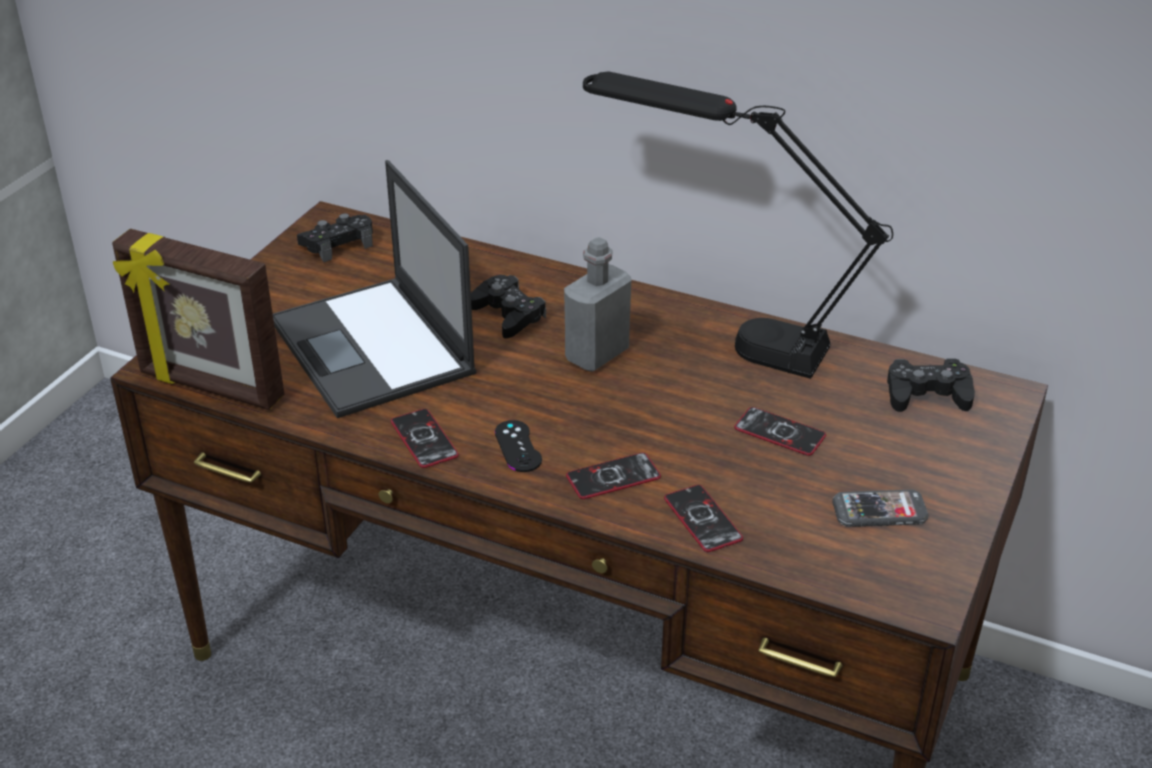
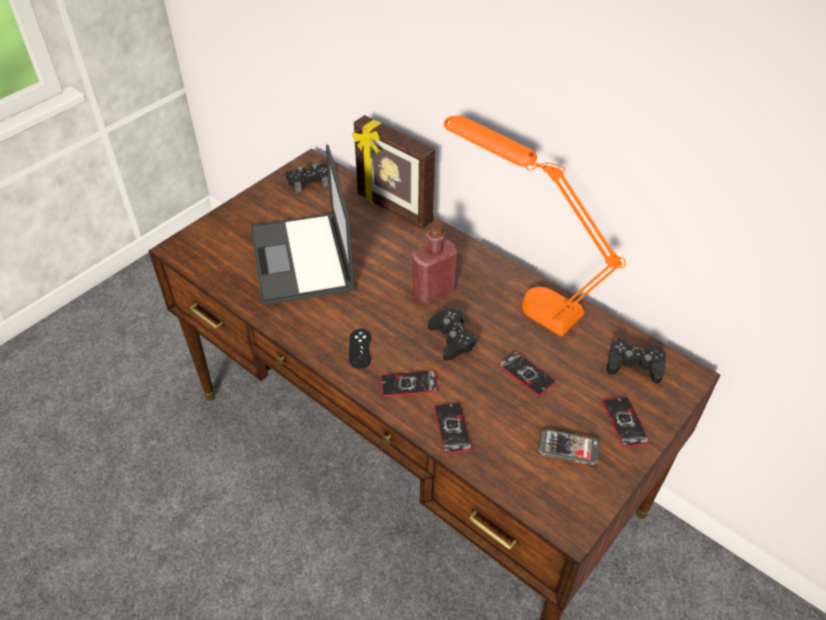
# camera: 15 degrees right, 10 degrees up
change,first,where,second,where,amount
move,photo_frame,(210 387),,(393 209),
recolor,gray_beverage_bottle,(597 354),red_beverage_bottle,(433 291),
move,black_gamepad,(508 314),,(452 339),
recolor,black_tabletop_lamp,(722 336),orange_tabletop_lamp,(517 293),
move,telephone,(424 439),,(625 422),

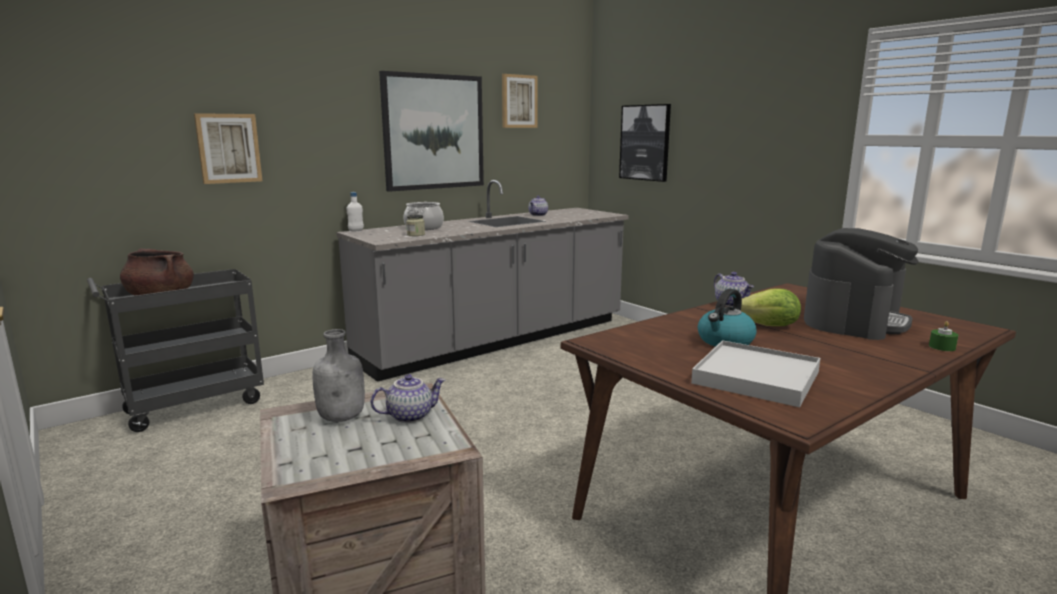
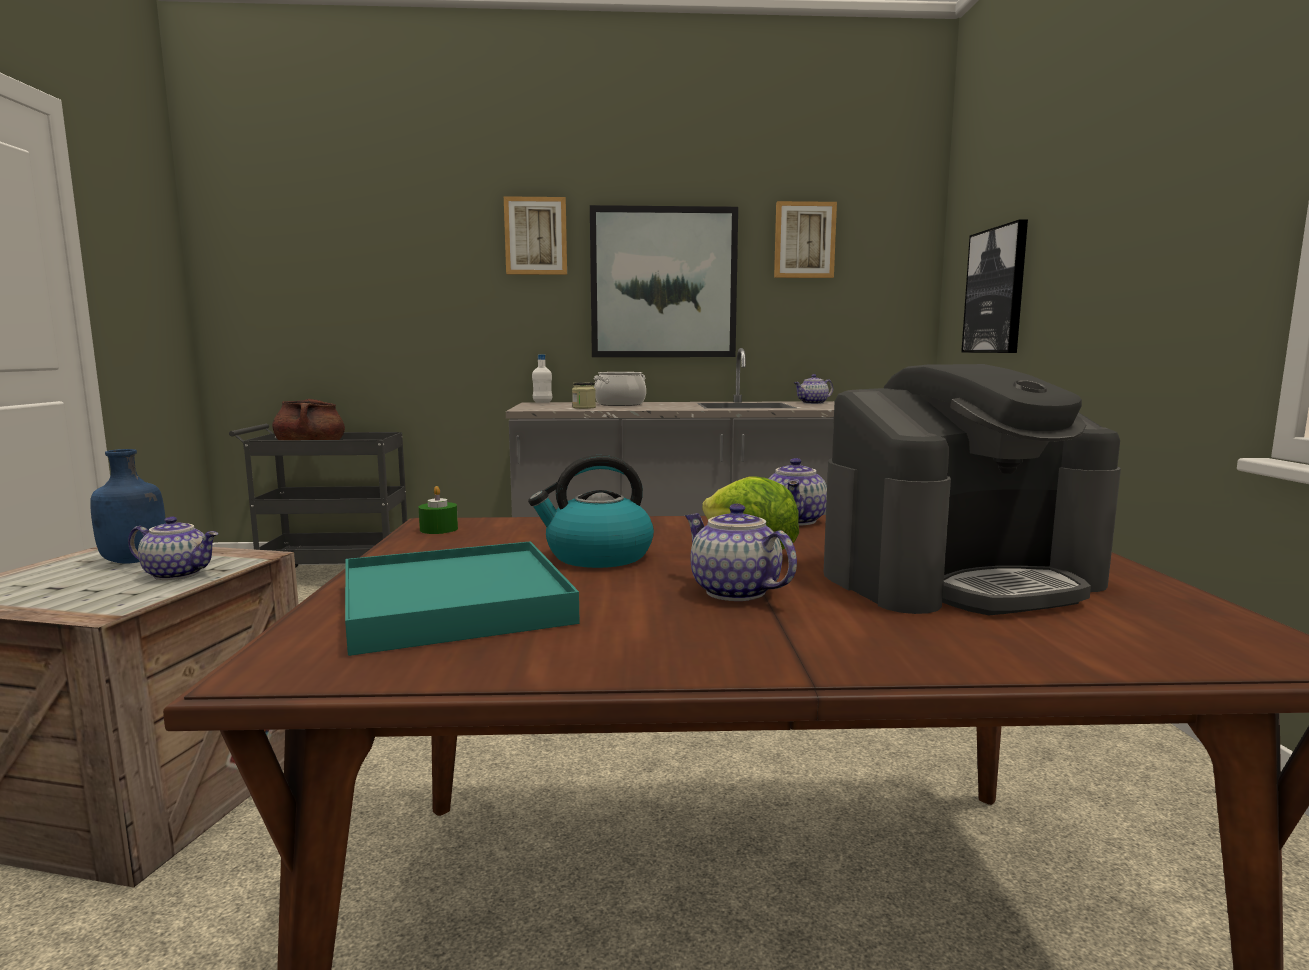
# camera: 35 degrees right, 5 degrees down
change,first,where,second,where,amount
recolor,gray_beverage_bottle,(343 417),blue-coloured_beverage_bottle,(135 561),
recolor,white_carrying_tray,(756 378),turquoise-coloured_carrying_tray,(454 604),
move,green_wax_light,(942 347),,(439 529),
move,wall_art,(228 148),,(536 236),
insert,,,pot_for_tea,(732 592),

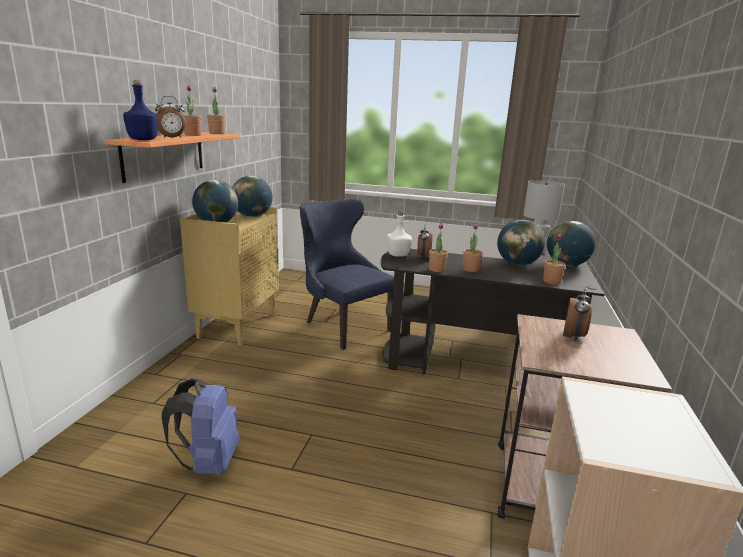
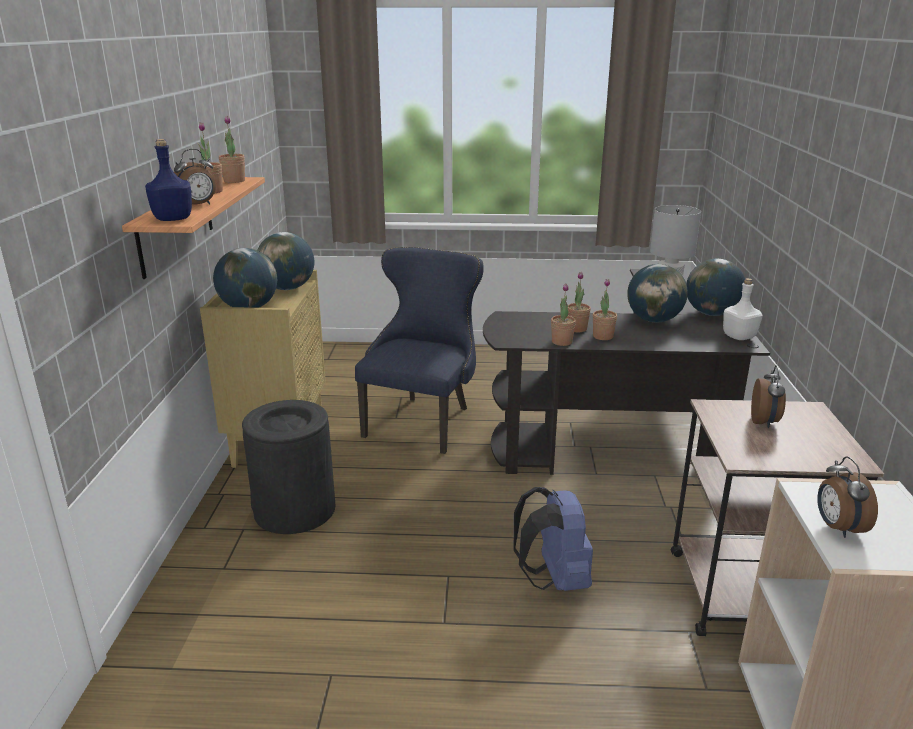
# camera: 10 degrees left, 5 degrees up
change,first,where,second,where,amount
insert,,,black_trash_can,(295 510),
rotate,blue-coloured_upright_chair,(343 326),,(423 421),75 degrees clockwise
move,blue-coloured_knapsack,(208 463),,(554 579),
move,potted_plant,(551 281),,(577 329),
move,white_beverage_bottle,(397 255),,(738 336),
move,alarm_clock,(423 257),,(837 527),

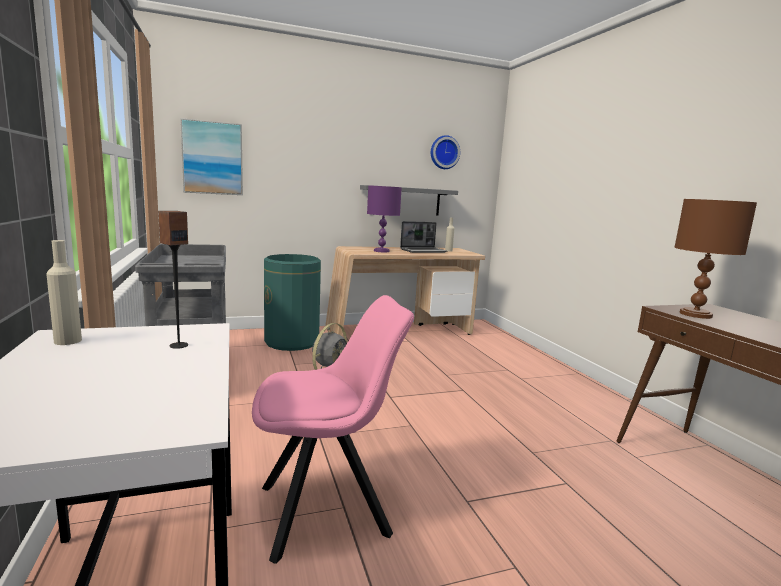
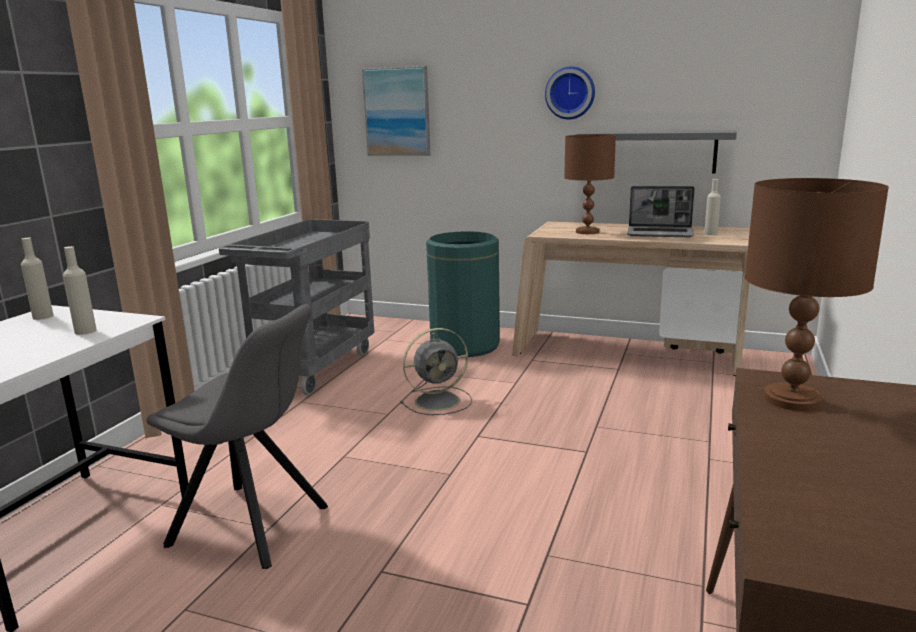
# camera: 40 degrees right, 5 degrees up
change,first,where,second,where,amount
replace,speaker,(178 345),beige-coloured_beverage_bottle,(85 331),
recolor,pink-coloured_upright_chair,(325 511),gray_upright_chair,(251 525),
move,clock_on_the_wall,(444 152),,(570 93),
recolor,purple_tabletop_lamp,(381 251),brown-coloured_tabletop_lamp,(587 232),

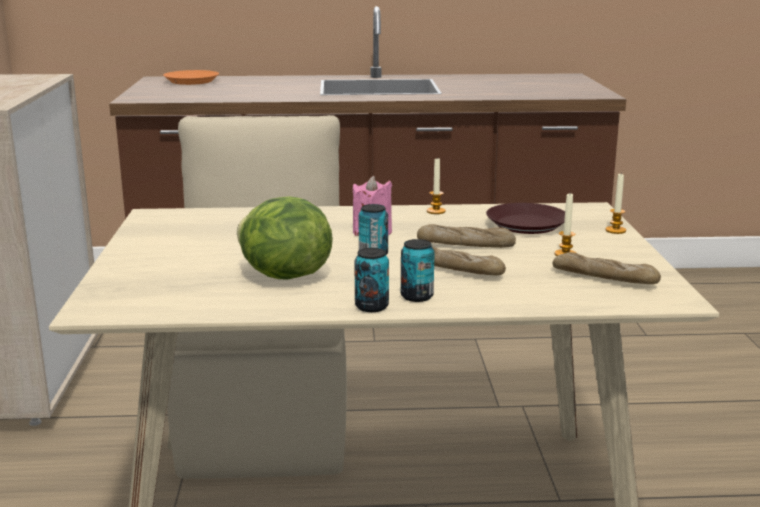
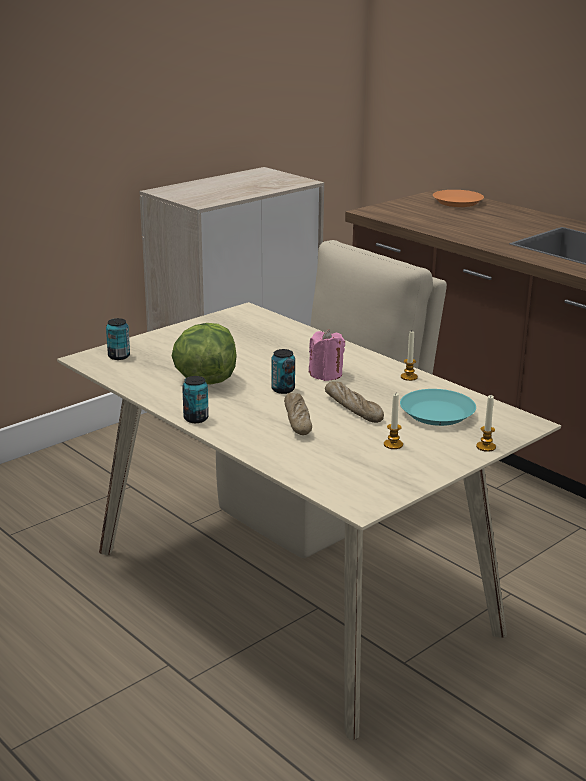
# camera: 50 degrees right, 5 degrees up
change,first,where,second,where,amount
move,can,(417 296),,(119 356),
recolor,brown-coloured_plate,(526 225),turquoise-coloured_plate,(436 413),
delete,bread,(604 278),,,

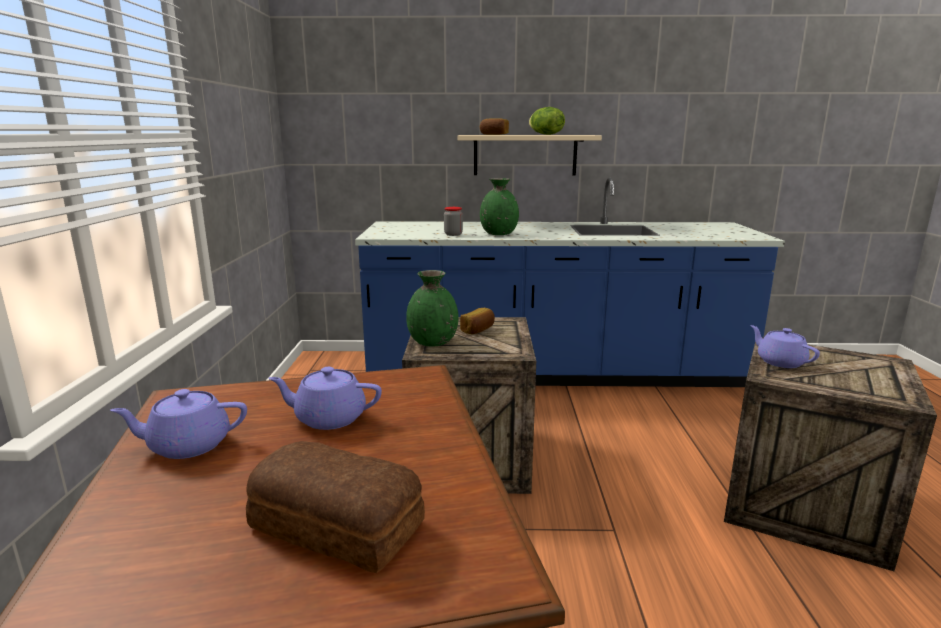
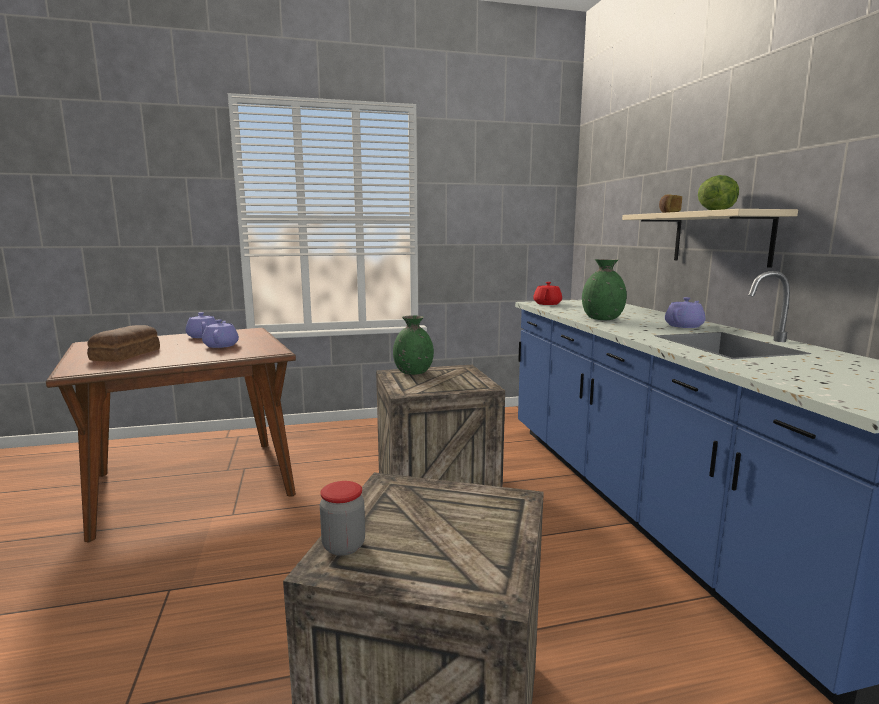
# camera: 75 degrees right, 5 degrees down
change,first,where,second,where,amount
move,storage_jar,(453 234),,(343 546),
insert,,,red_pot_for_tea,(547 304),
move,purple_pot_for_tea,(779 362),,(684 326),
delete,bread,(478 330),,,

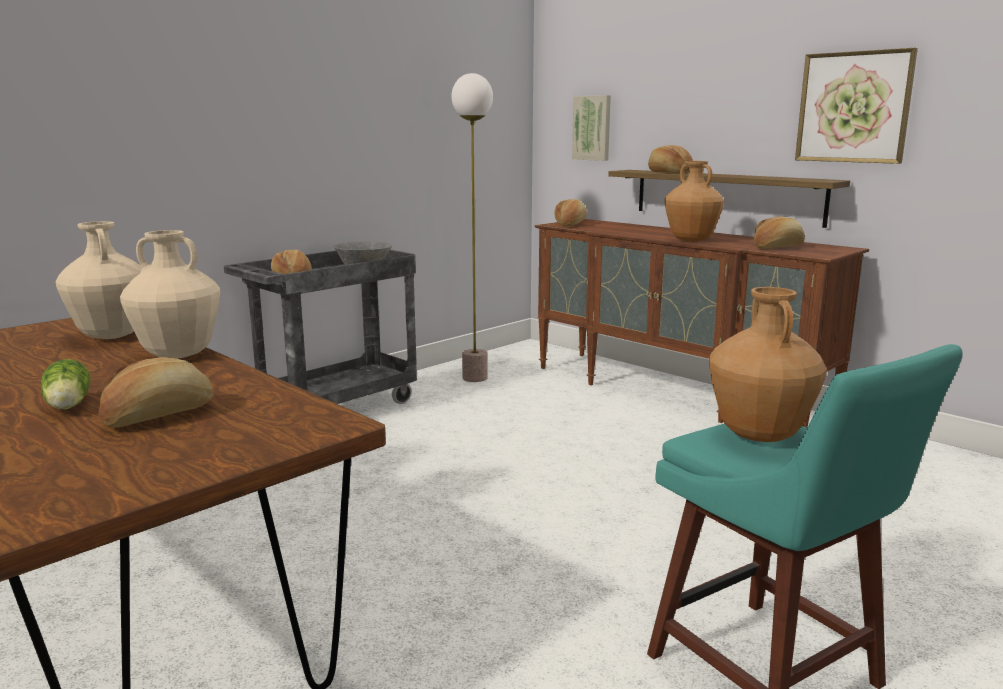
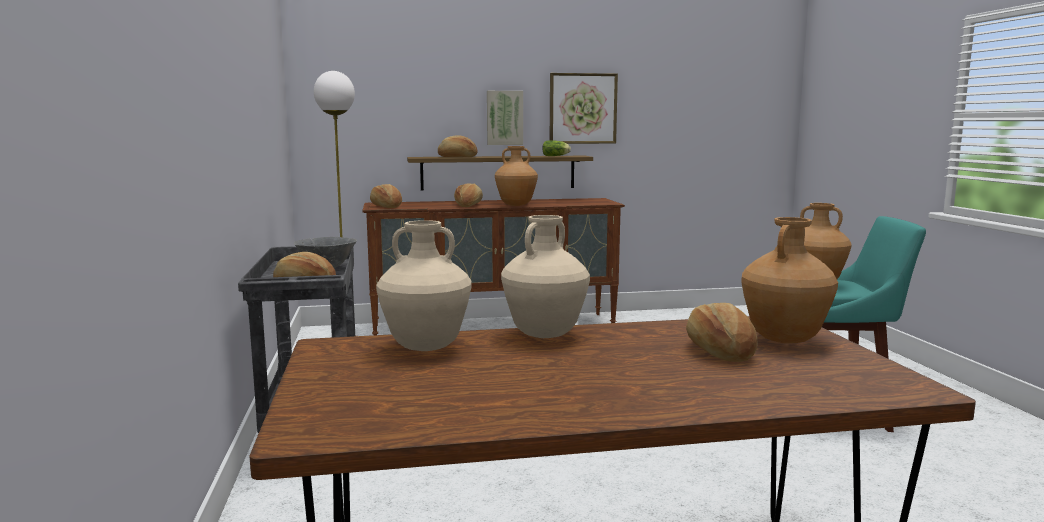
# camera: 55 degrees left, 5 degrees down
change,first,where,second,where,amount
move,bread,(777 247),,(469 205),
move,wall_art,(592 128),,(504 118),
move,head_of_lettuce,(68 406),,(556 156),
insert,,,brown-coloured_vase,(784 339),

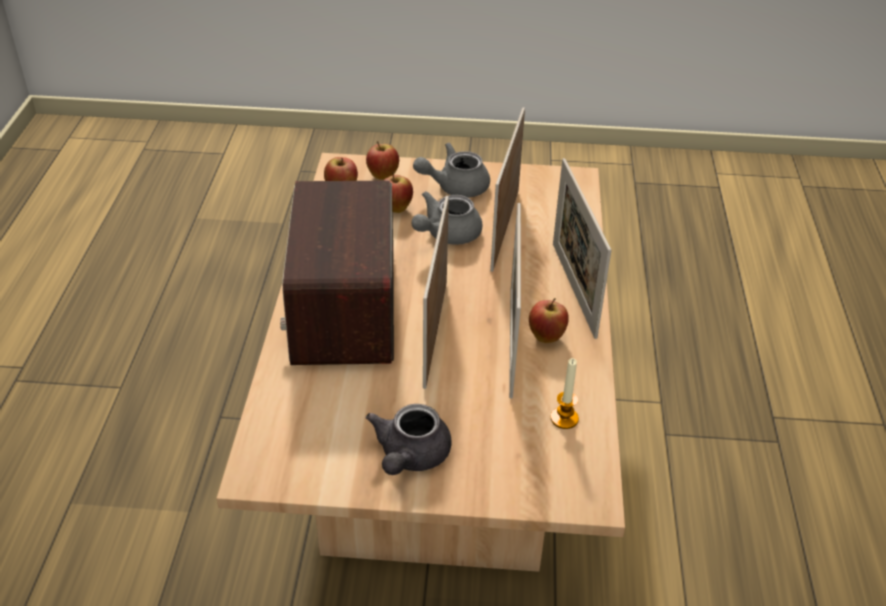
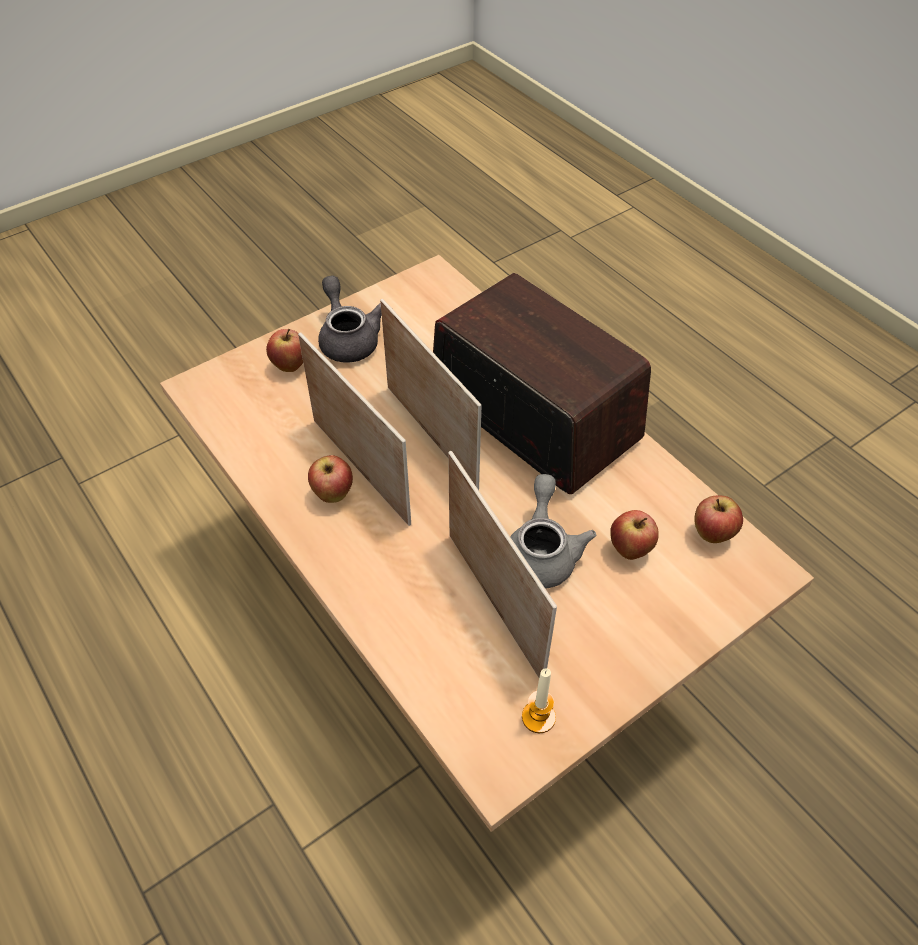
# camera: 140 degrees right, 10 degrees up
change,first,where,second,where,amount
move,whole_apple,(383 176),,(290 366),
move,wax_light,(564 418),,(538 717),
delete,gray_pot_for_tea,(455 187),,,
delete,photo_frame,(573 289),,,

